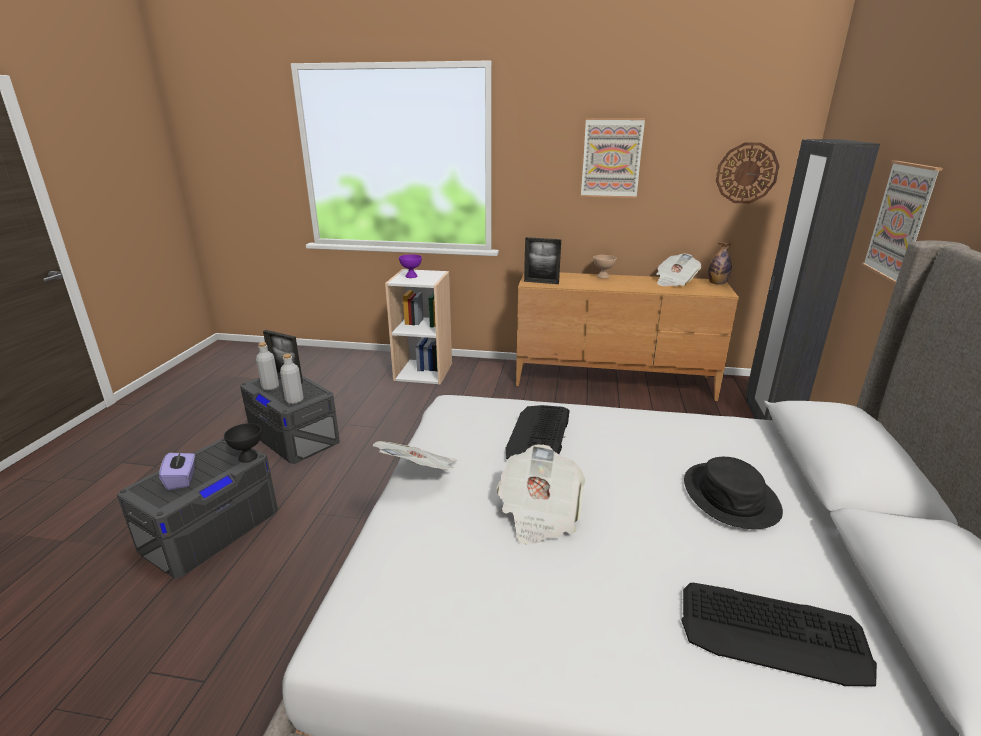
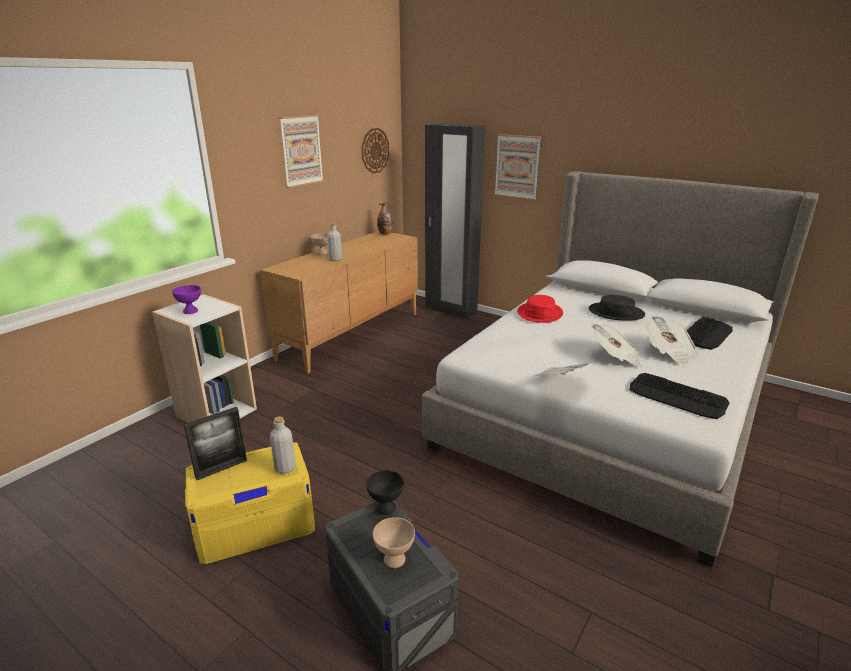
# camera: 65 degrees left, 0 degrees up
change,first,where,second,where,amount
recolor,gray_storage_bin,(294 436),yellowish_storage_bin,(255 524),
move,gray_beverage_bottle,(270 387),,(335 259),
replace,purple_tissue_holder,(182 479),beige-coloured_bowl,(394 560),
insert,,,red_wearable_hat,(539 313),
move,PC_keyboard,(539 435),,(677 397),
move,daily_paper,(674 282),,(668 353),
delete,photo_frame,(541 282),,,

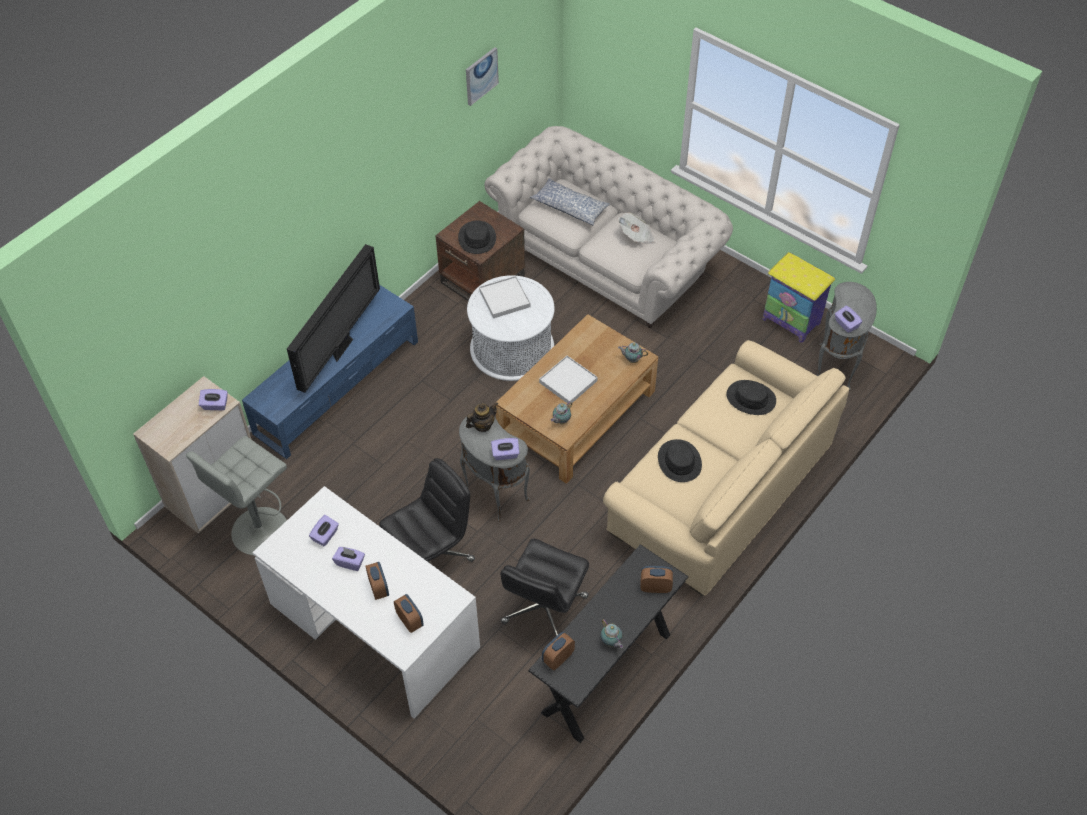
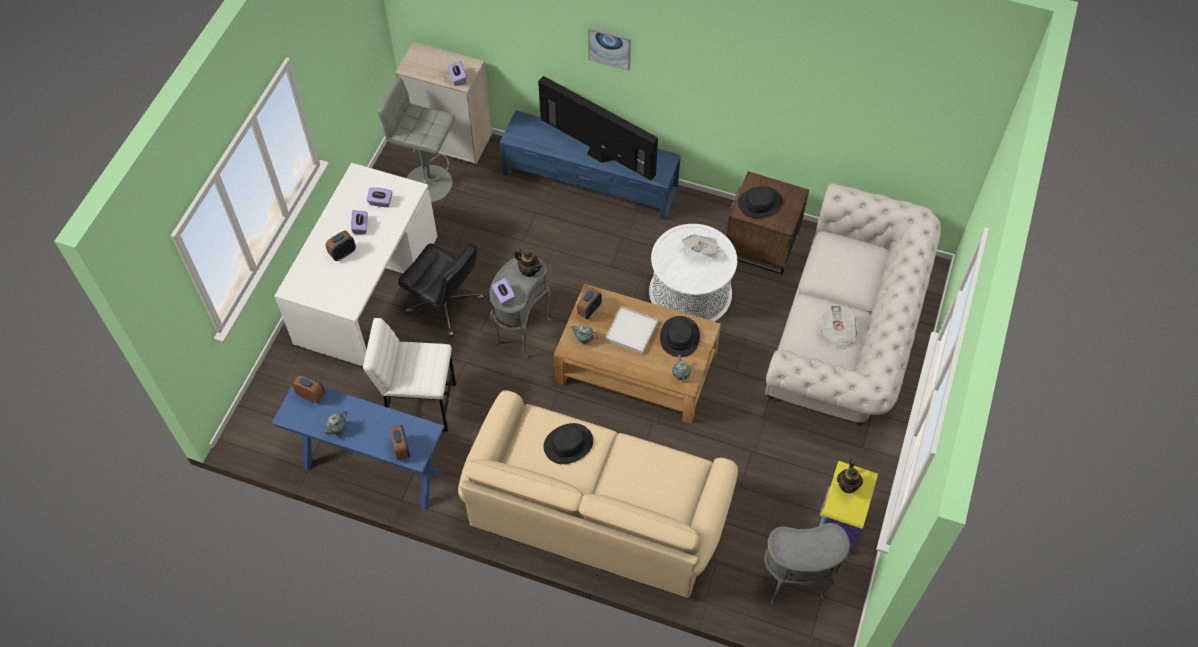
# camera: 70 degrees right, 5 degrees up
change,first,where,second,where,amount
recolor,black_hall_table,(606 673),blue-coloured_hall_table,(373 469),
replace,black_office_chair,(544 610),white_stool,(419 404),
rotate,television,(342 347),,(597 155),150 degrees counterclockwise
move,alarm_clock,(410 621),,(589 310),
move,wall_art,(481 76),,(609 48),
move,black_wearable_hat,(751 398),,(680 337),
replace,white_carrying_tray,(504 298),daily_paper,(701 250),
insert,,,pot_for_tea,(848 485),
delete,cushion,(570 207),,,
delete,purple_tissue_holder,(846 324),,,

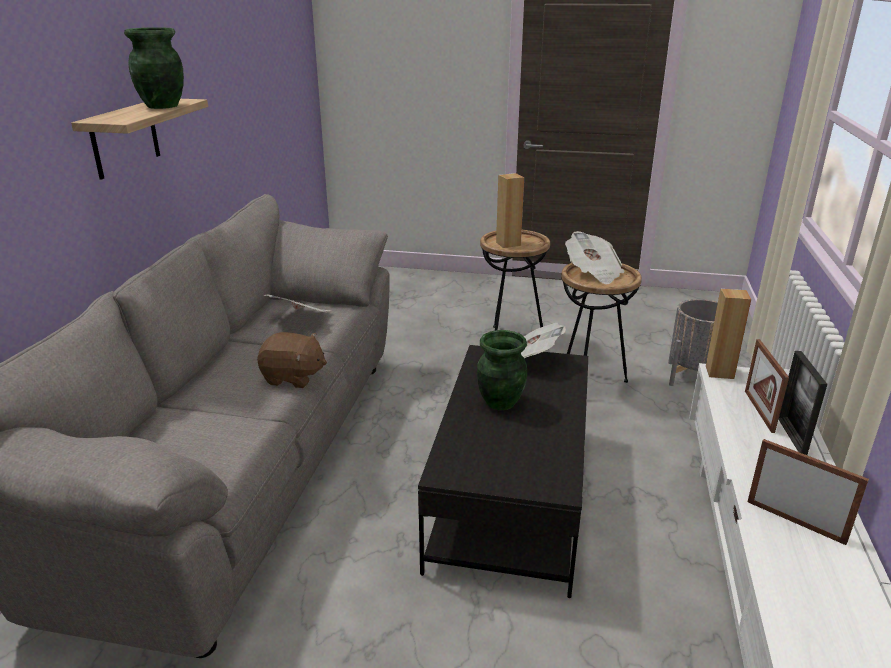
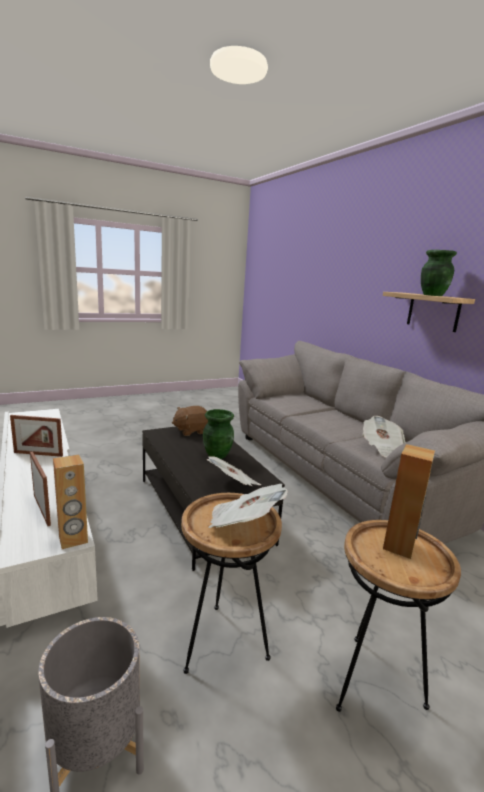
# camera: 140 degrees right, 10 degrees down
change,first,where,second,where,amount
move,brown-coloured_soft_toy,(293 377),,(191 431),
delete,photo_frame,(791 436),,,

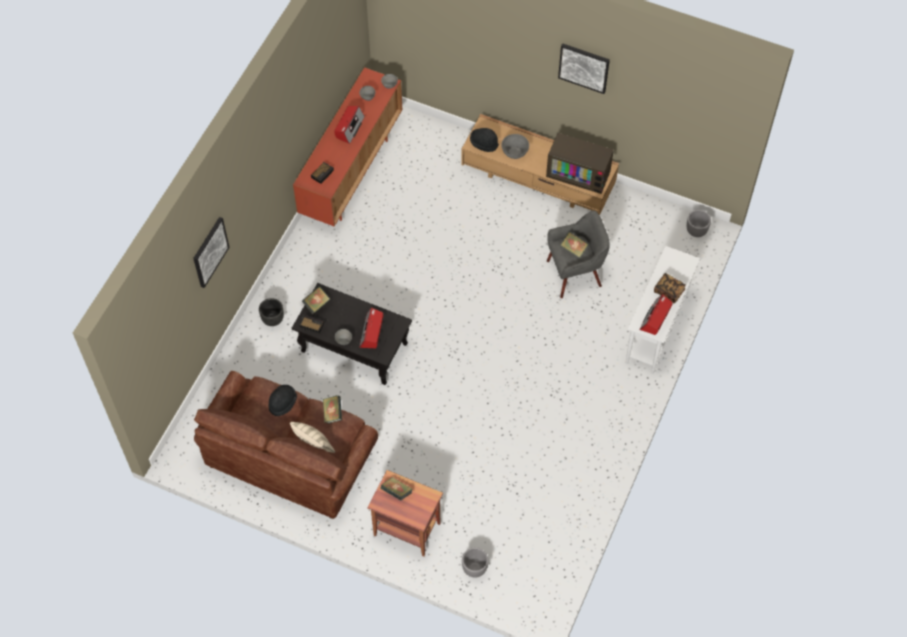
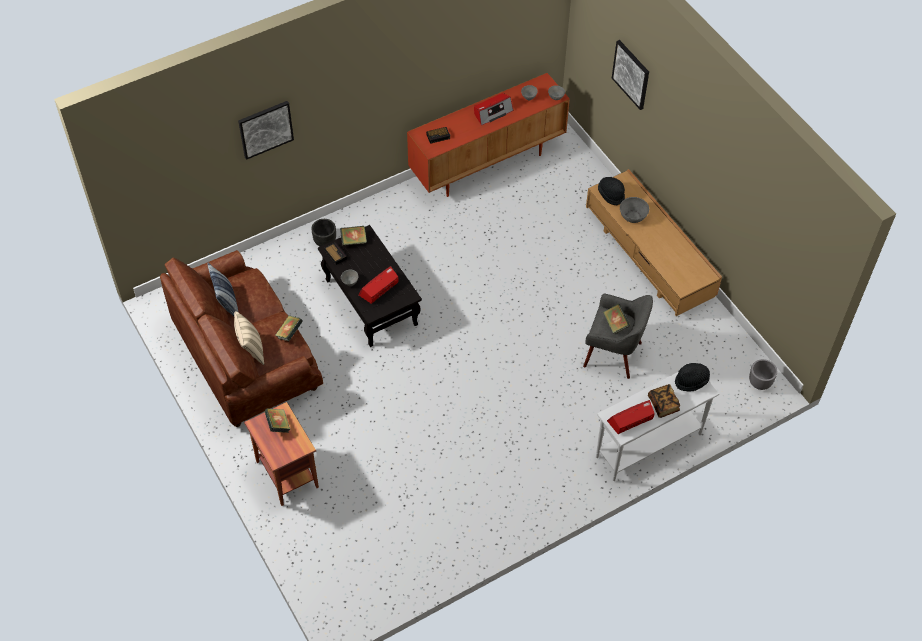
# camera: 35 degrees right, 5 degrees down
change,first,where,second,where,amount
insert,,,cushion,(226 303),
move,wall_art,(584 67),,(631 74),
move,black_wearable_hat,(282 403),,(691 381),
delete,gray_flower_pot,(474 569),,,
delete,television,(579 173),,,

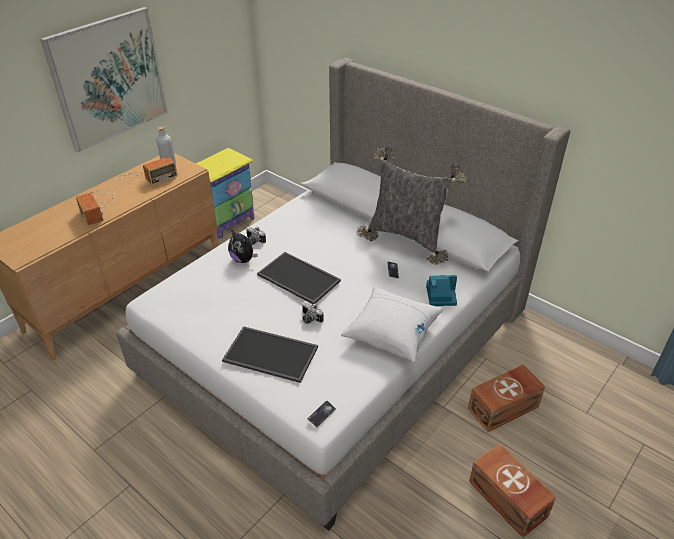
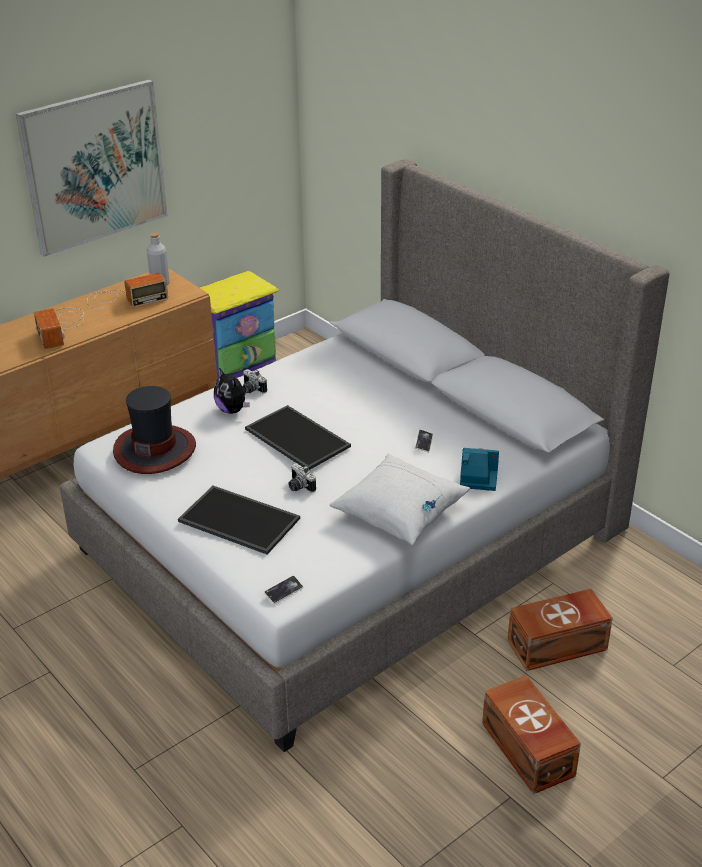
# camera: 10 degrees right, 5 degrees down
change,first,where,second,where,amount
insert,,,wearable_hat,(155 449),
delete,cushion,(407 244),,,

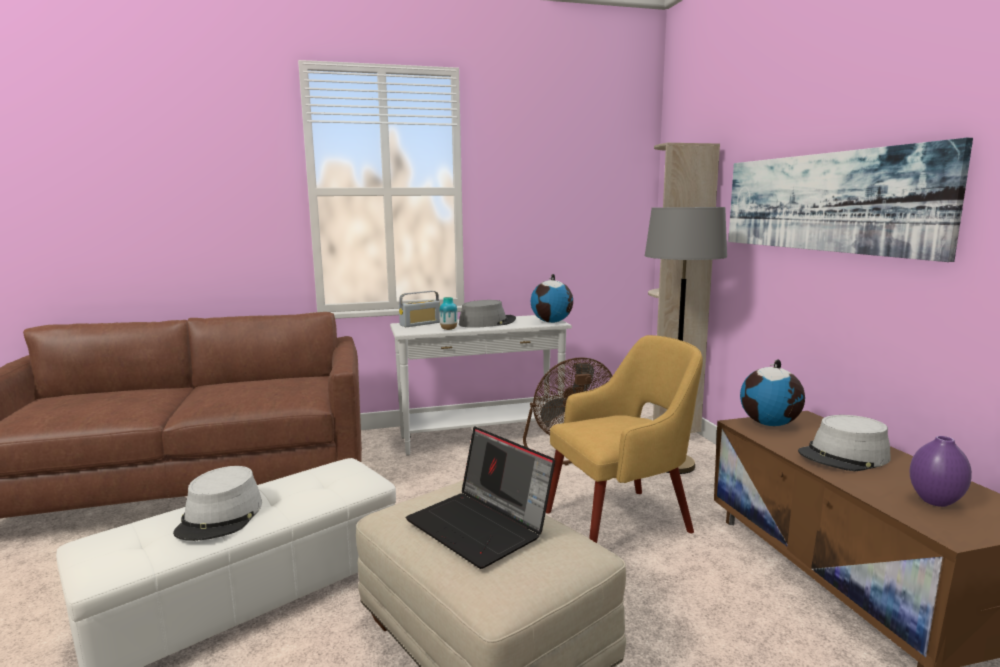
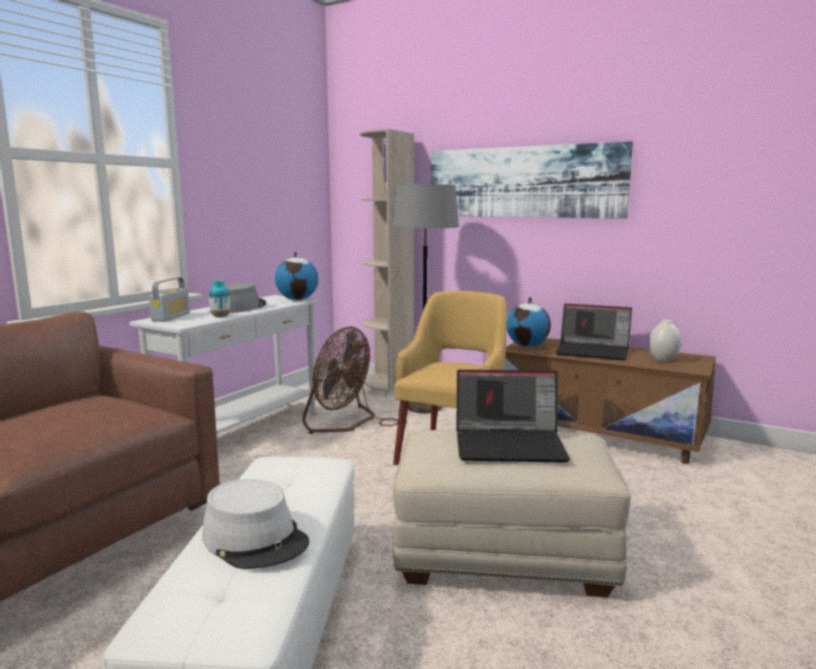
# camera: 45 degrees left, 0 degrees up
change,first,where,second,where,amount
replace,gray_wearable_hat,(844 456),portable_computer,(593 352),
recolor,purple_vase,(934 501),white_vase,(663 360),

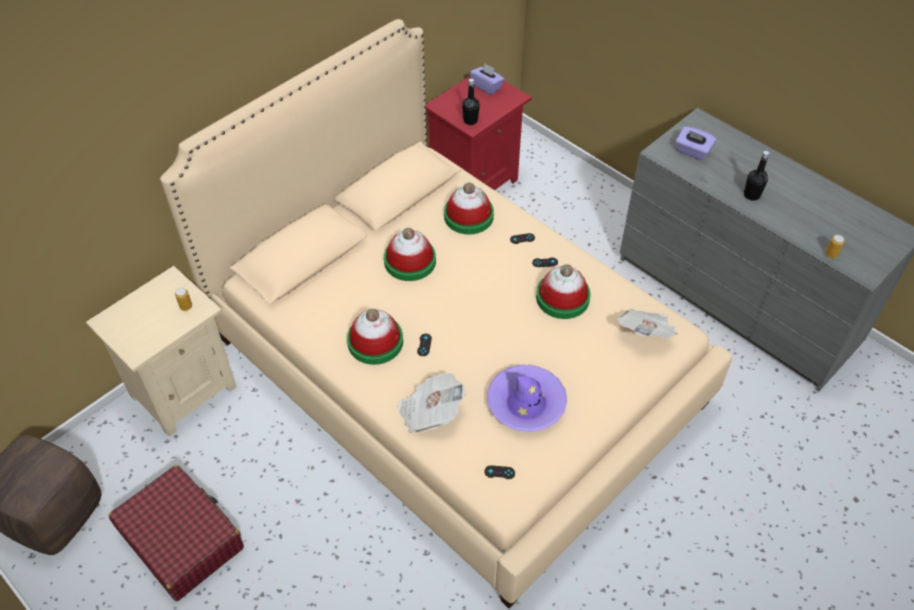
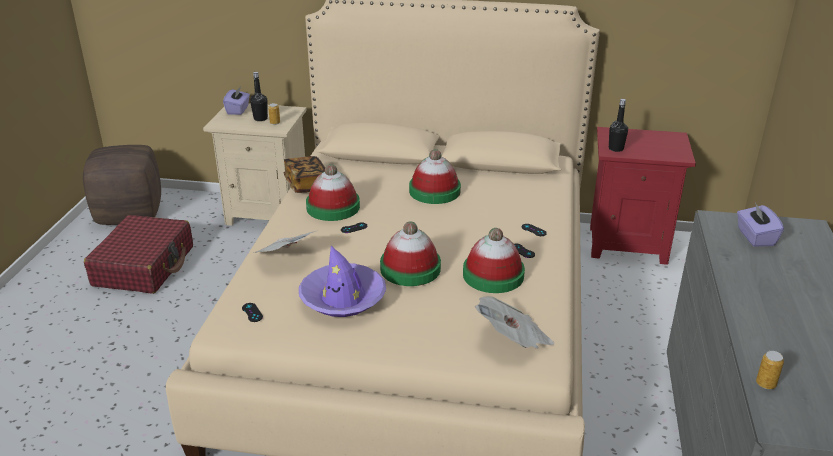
# camera: 55 degrees right, 20 degrees down
change,first,where,second,where,amount
move,purple_tissue_holder,(486 87),,(238 110),
move,black_beverage_bottle,(751 195),,(260 118),
insert,,,book,(308 185),
move,wearable_hat,(468 216),,(410 268),

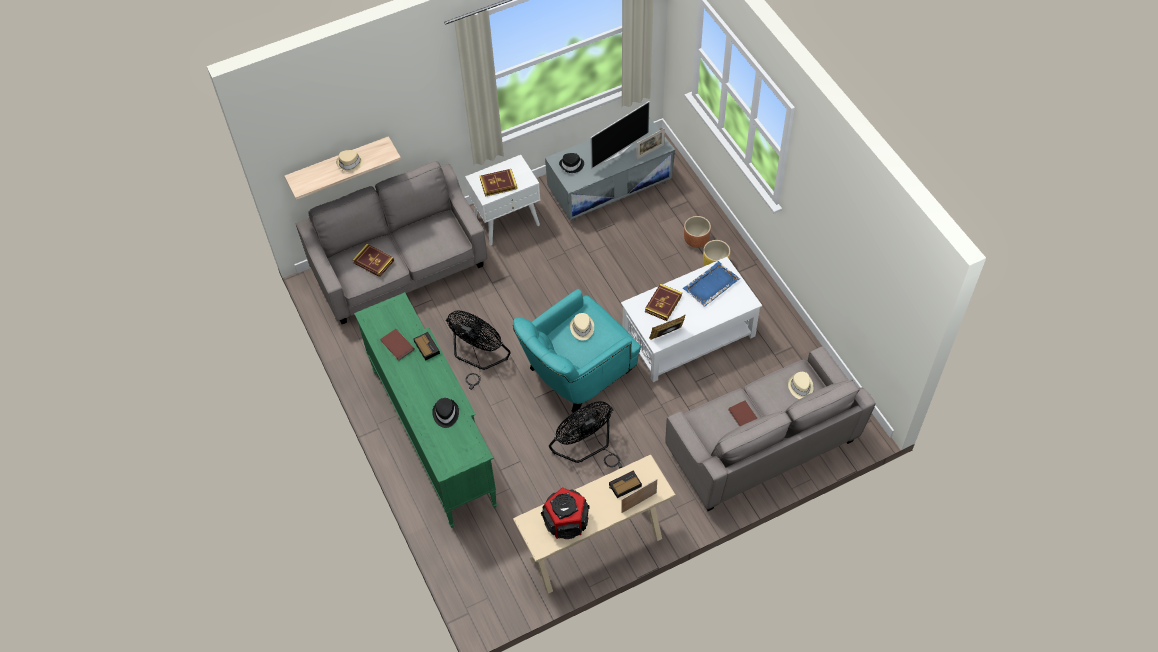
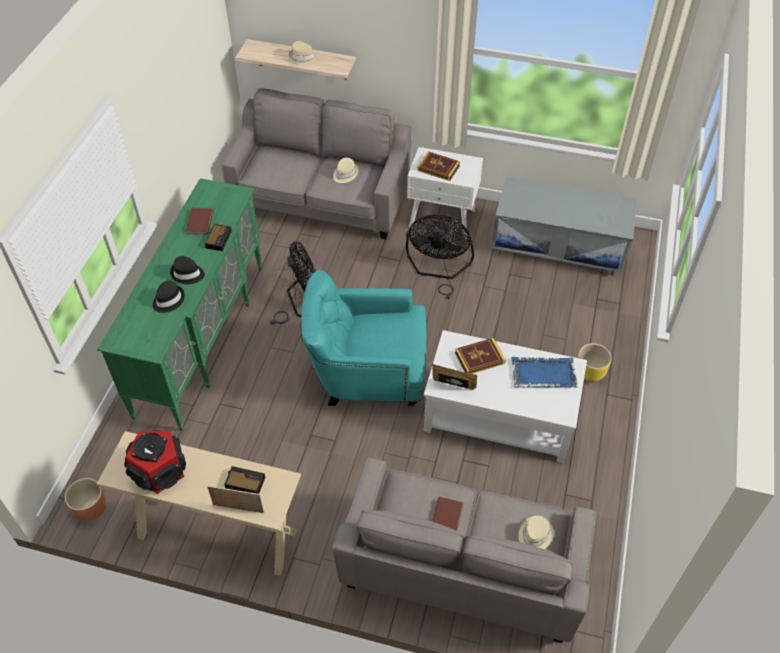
# camera: 40 degrees right, 5 degrees down
change,first,where,second,where,amount
move,brown-coloured_flower_pot,(696 240),,(91 509),
move,black_wearable_hat,(572 165),,(187 274),
move,beige-coloured_wearable_hat,(582 328),,(345 174),
move,black_fan,(590 447),,(439 270),
delete,book,(373 262),,,
delete,television,(618 153),,,
delete,photo_frame,(650 152),,,

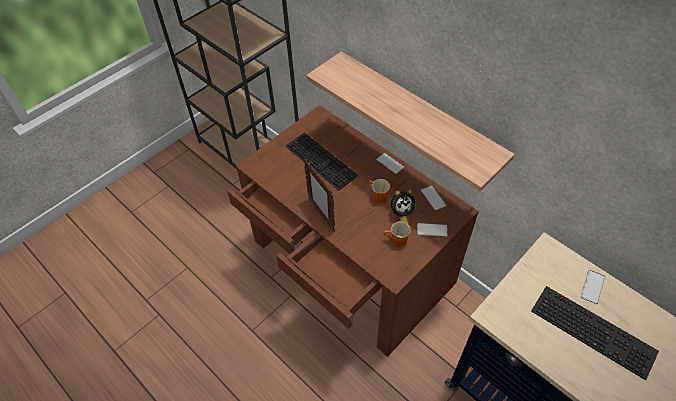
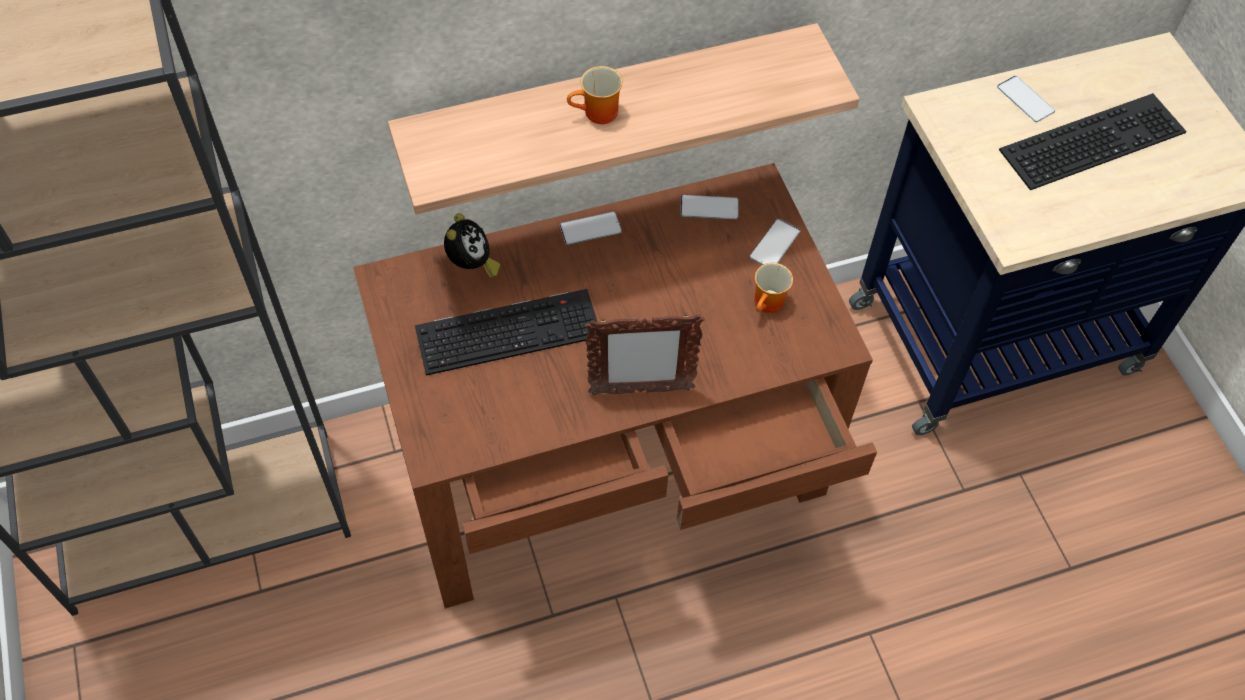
# camera: 65 degrees left, 5 degrees up
change,first,where,second,where,amount
move,alarm_clock,(401 214),,(472 265),
move,coffee_mug,(378 197),,(598 115),

